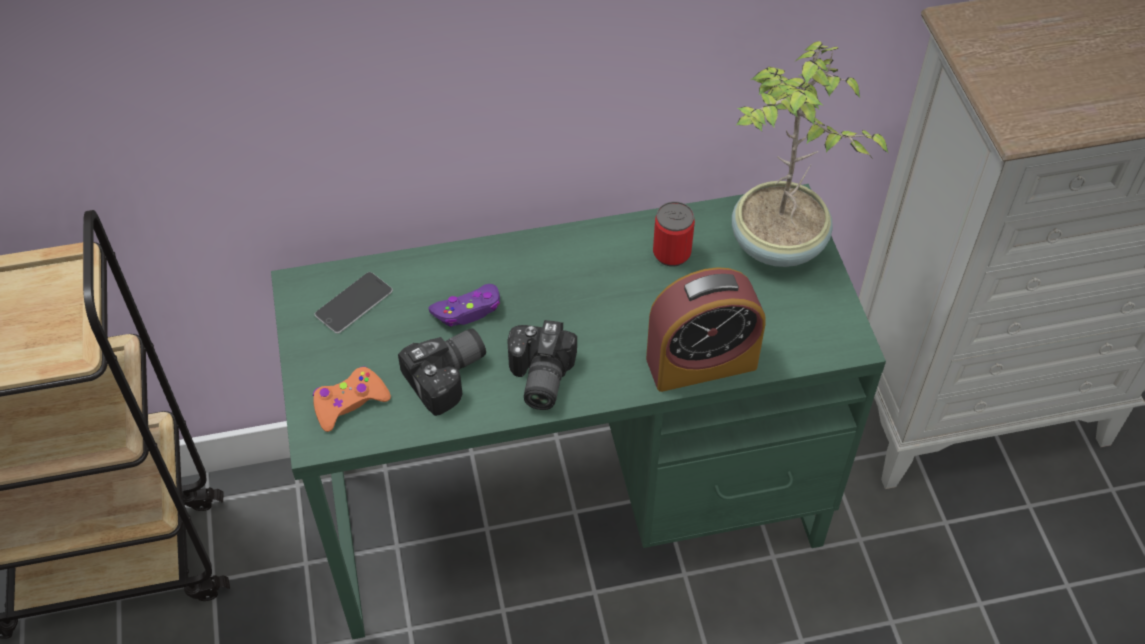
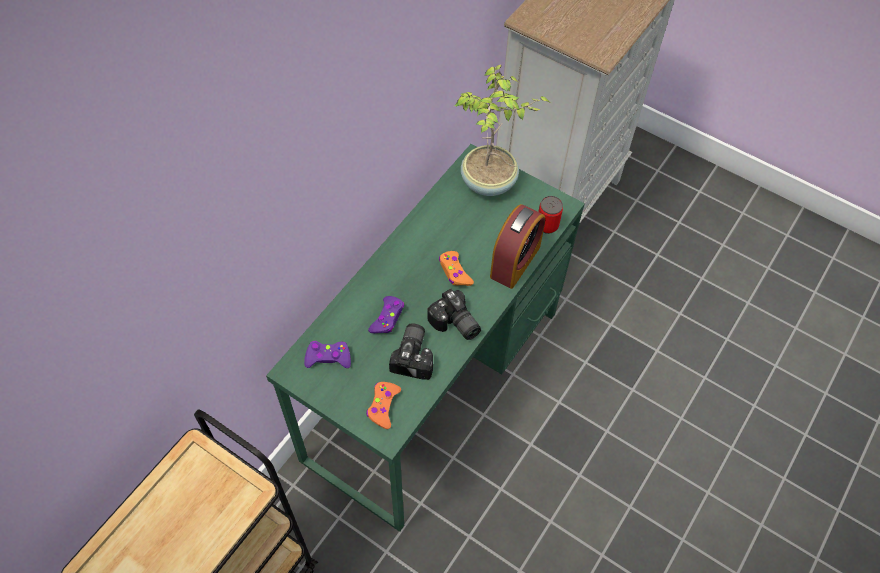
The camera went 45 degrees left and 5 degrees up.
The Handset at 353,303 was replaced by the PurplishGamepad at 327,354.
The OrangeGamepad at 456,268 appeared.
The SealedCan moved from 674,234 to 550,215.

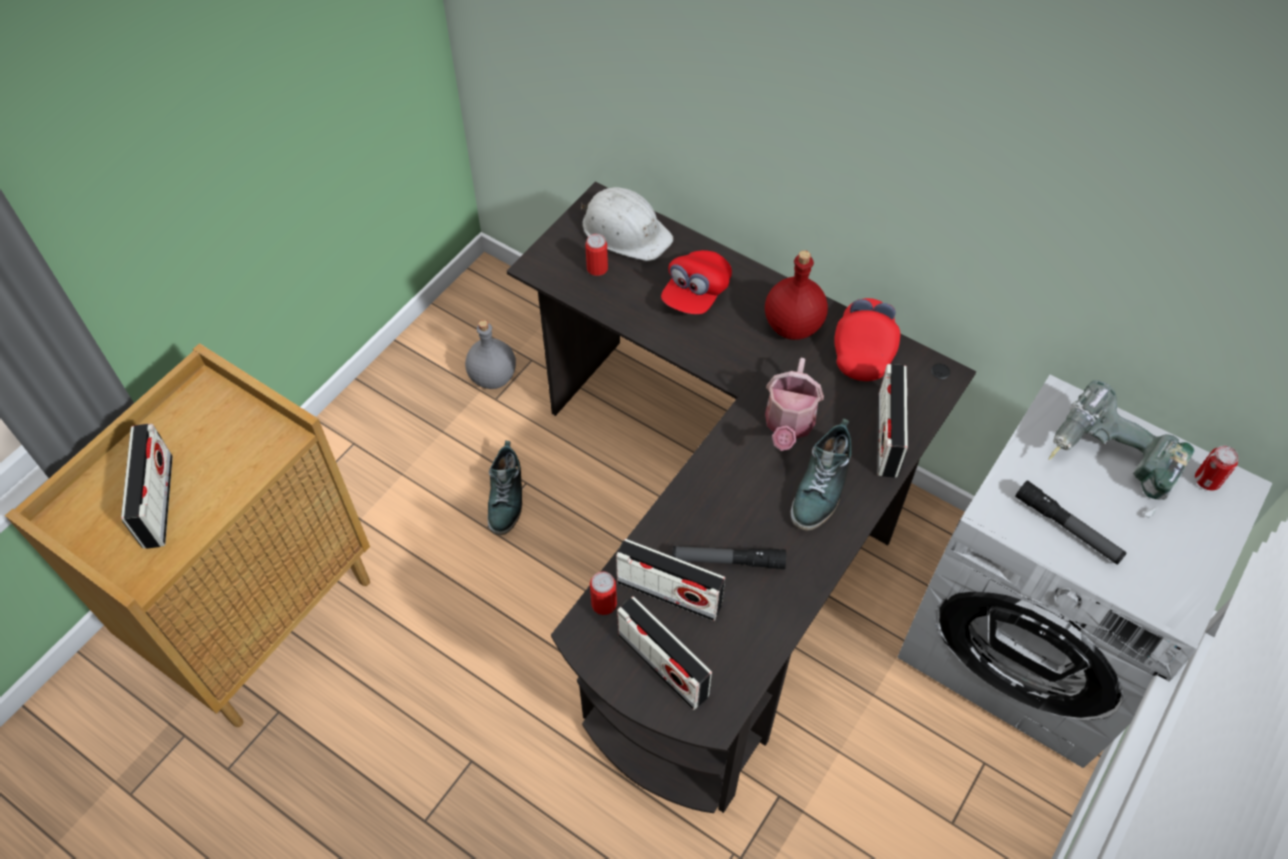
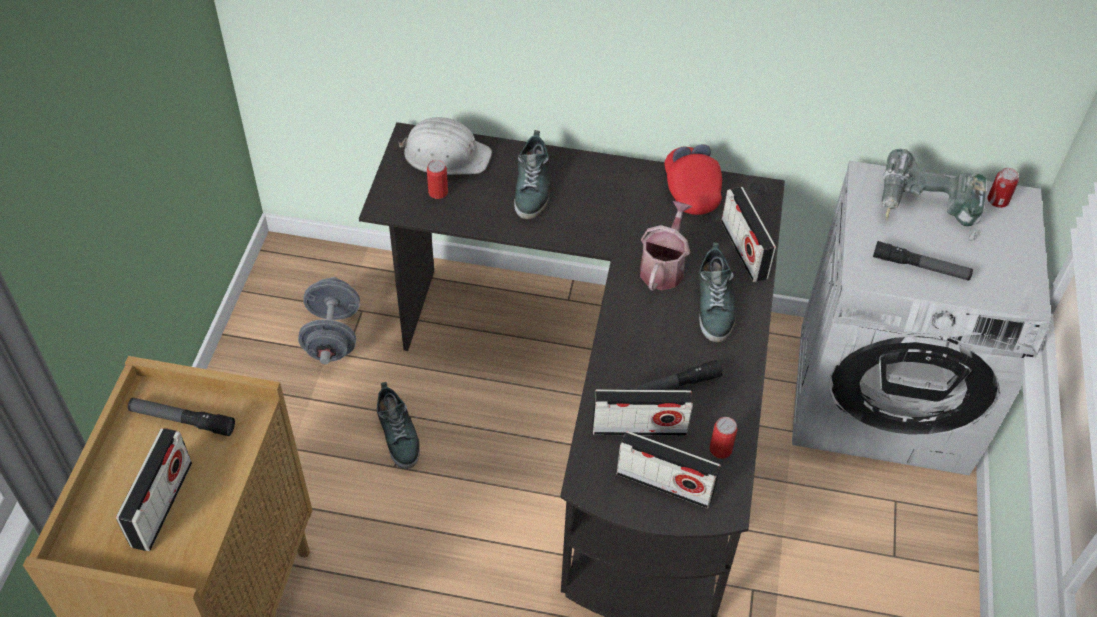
The camera went 25 degrees left and 5 degrees down.
The RadioReceiver at 147,486 turned 45 degrees clockwise.
The Torch at 181,417 appeared.
The GreyishBottle at 490,354 was replaced by the GreyishDumbbell at 329,320.
The RedColouredBaseballCap at 696,282 was replaced by the ItemOfFootwear at 532,174.
The WateringCan at 794,404 turned 150 degrees counterclockwise.
The SealedCan moved from 603,593 to 723,438.
The RedColouredBottle at 796,295 disappeared.

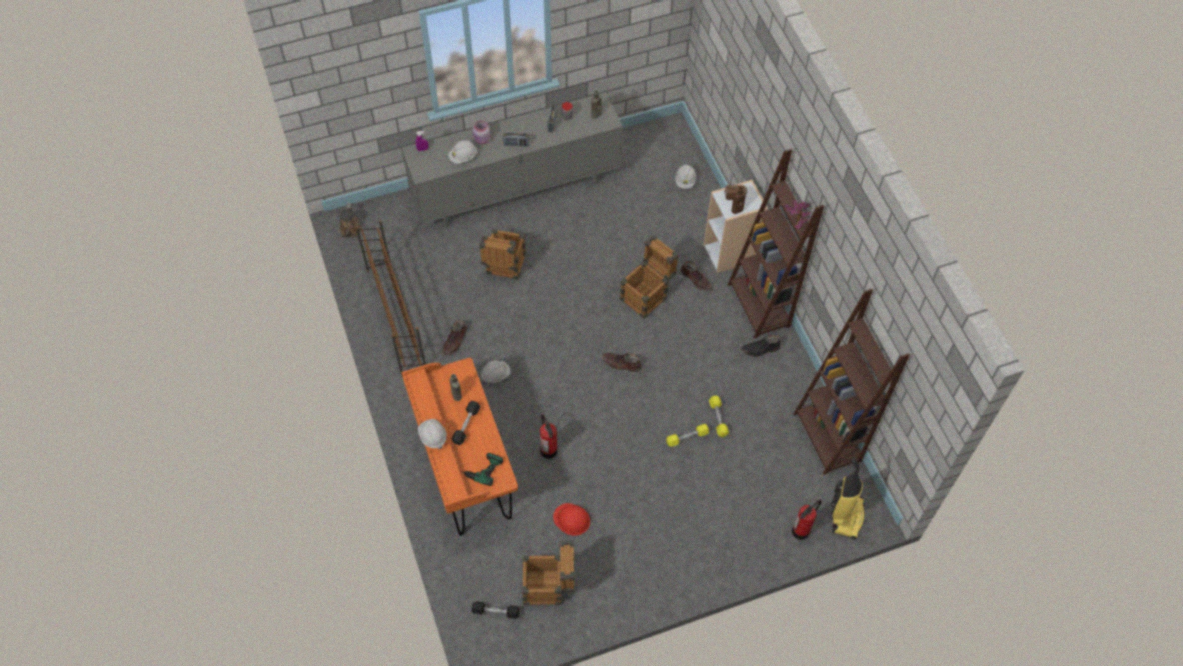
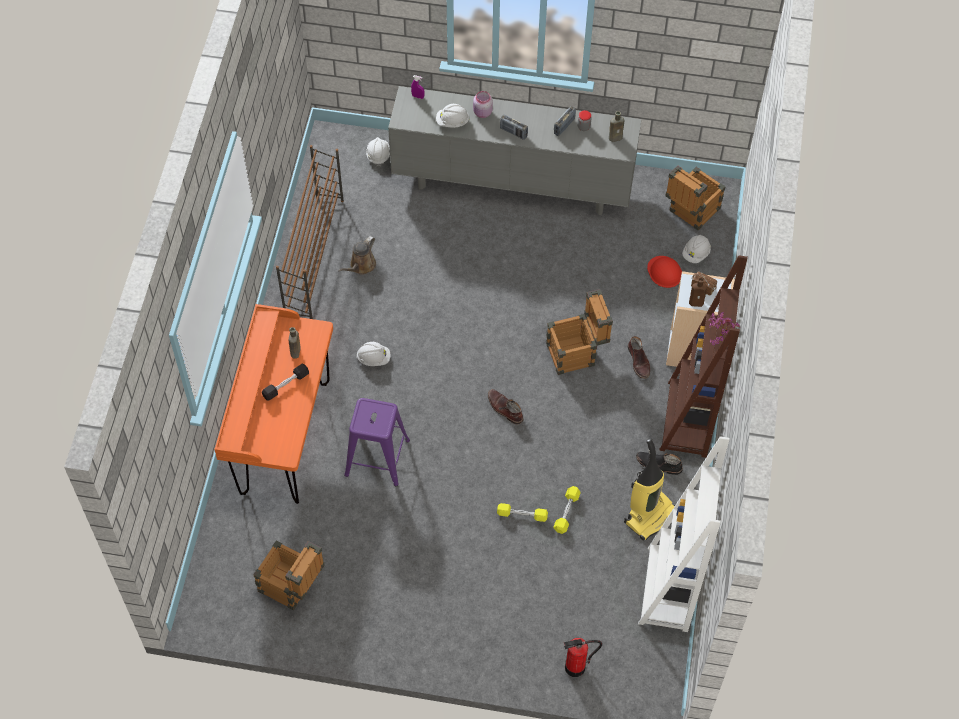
The camera went 30 degrees right and 0 degrees up.
The BrownishWateringCan moved from 351,221 to 357,255.
The FireFightingCylinder at 549,436 was replaced by the PurplishStoolSeat at 377,442.
The WhiteWorkHelmet moved from 432,434 to 378,152.
The Vacuum moved from 848,498 to 649,489.
The BrownishBookshelf at 851,382 became the WhiteBookshelf at 684,534.
The RedColouredWorkHelmet moved from 571,519 to 664,272.
The PackingCrate moved from 502,254 to 695,198.
The BrownishTallBoot at 454,337 disappeared.
The ElectricDrill at 481,469 disappeared.
The BlackDumbbell at 496,610 disappeared.

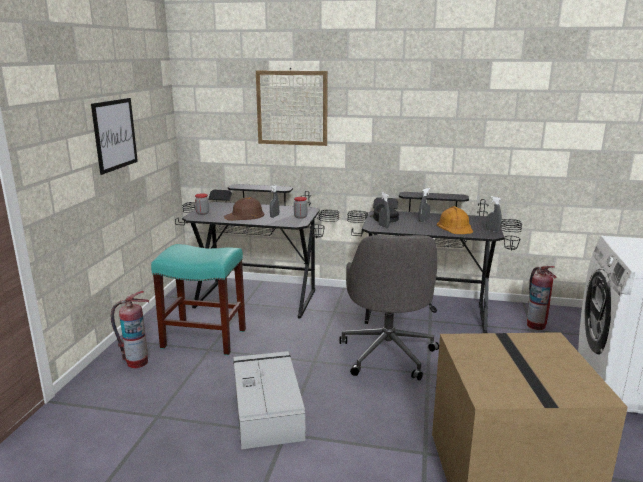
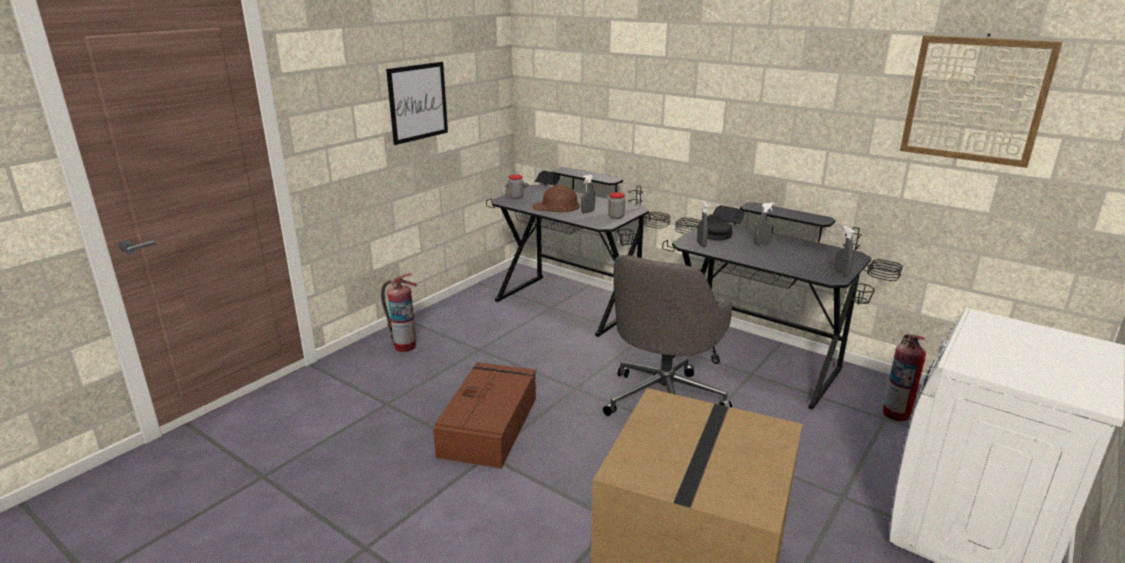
The camera went 25 degrees right and 5 degrees up.
The GreyishStorageBox at 269,400 became the BrownishStorageBox at 484,415.
The WallPicture moved from 292,107 to 981,100.
The TurquoiseStoolSeat at 198,299 disappeared.
The OrangeWorkHelmet at 455,220 disappeared.

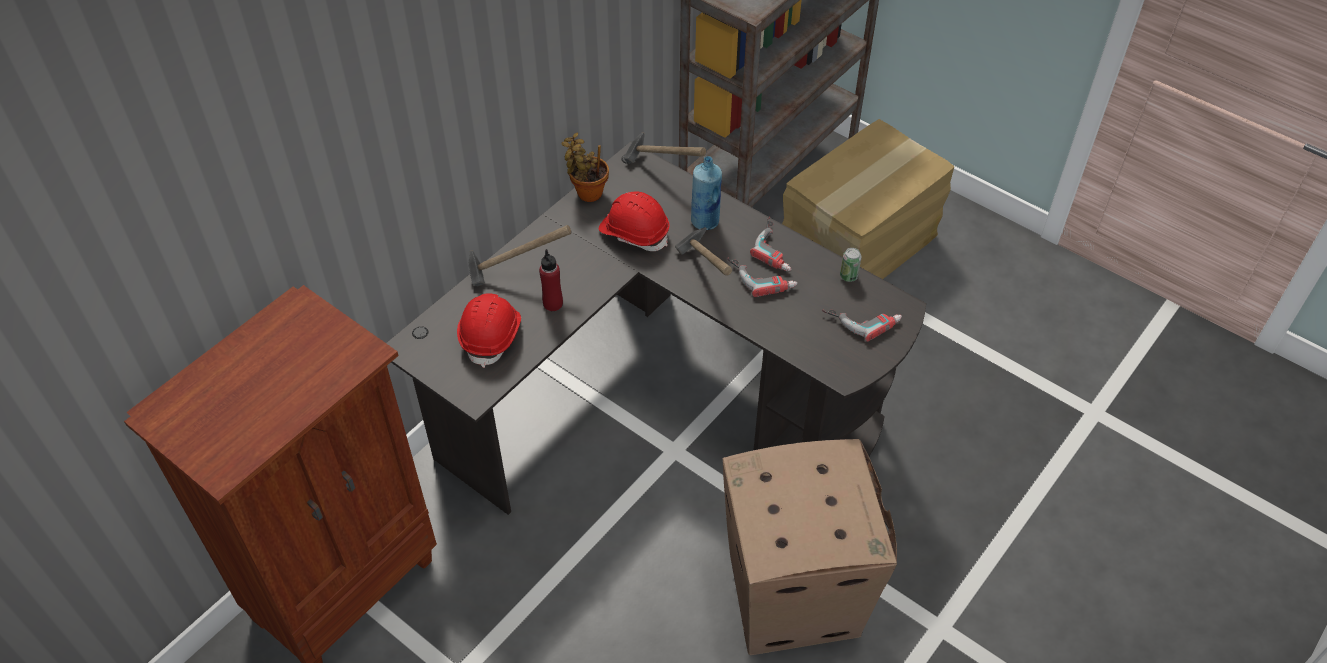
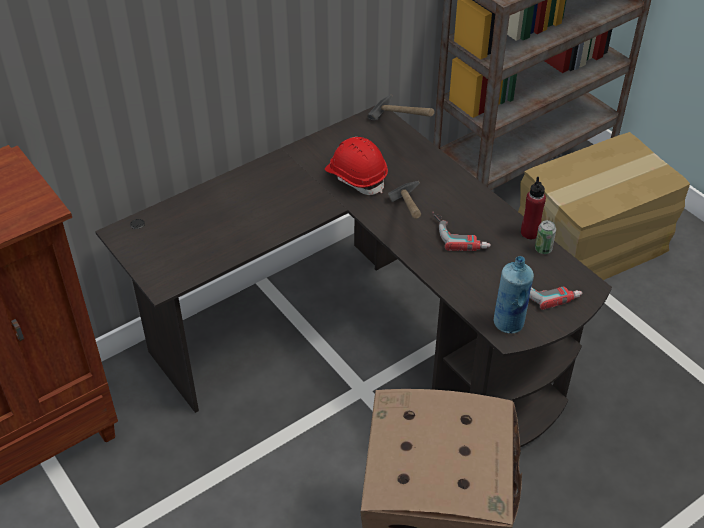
The camera went 15 degrees right and 5 degrees down.
The BlueBottle moved from 706,193 to 514,294.
The RedColouredBottle moved from 551,280 to 533,208.
The RedColouredWorkHelmet at 489,330 disappeared.
The HandHammer at 519,256 disappeared.
The Houseplant at 585,167 disappeared.
The ElectricDrill at 771,244 disappeared.

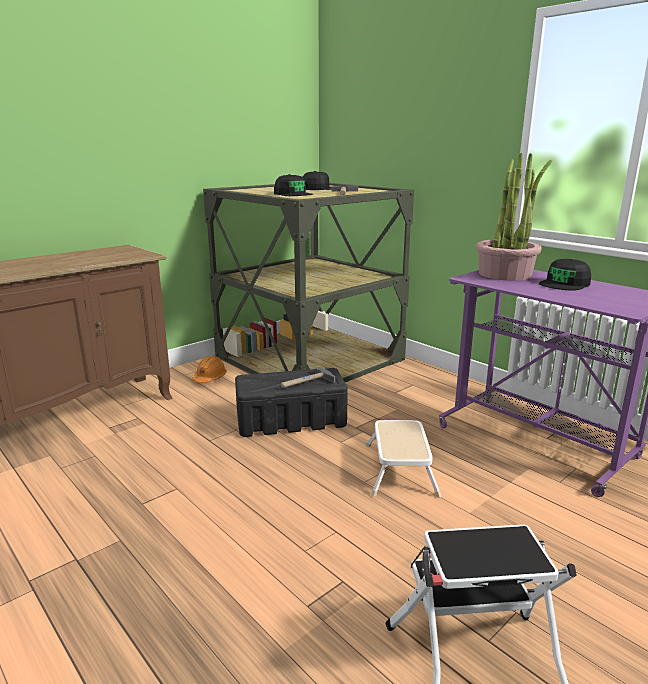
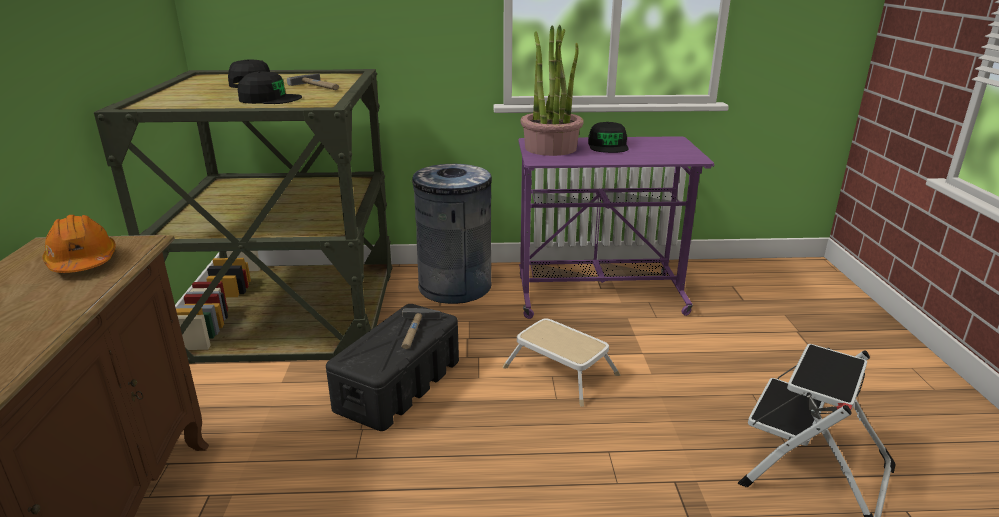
The camera went 50 degrees left and 5 degrees up.
The OrangeWorkHelmet moved from 210,369 to 79,244.
The GreyishTrashCan at 451,233 appeared.

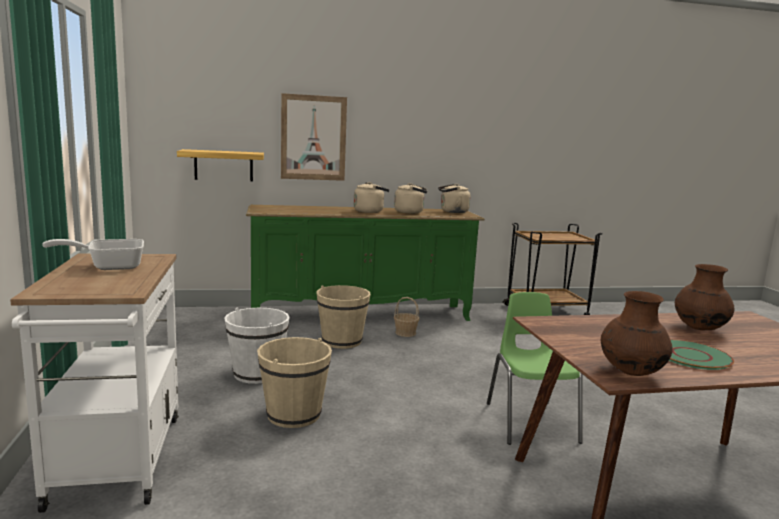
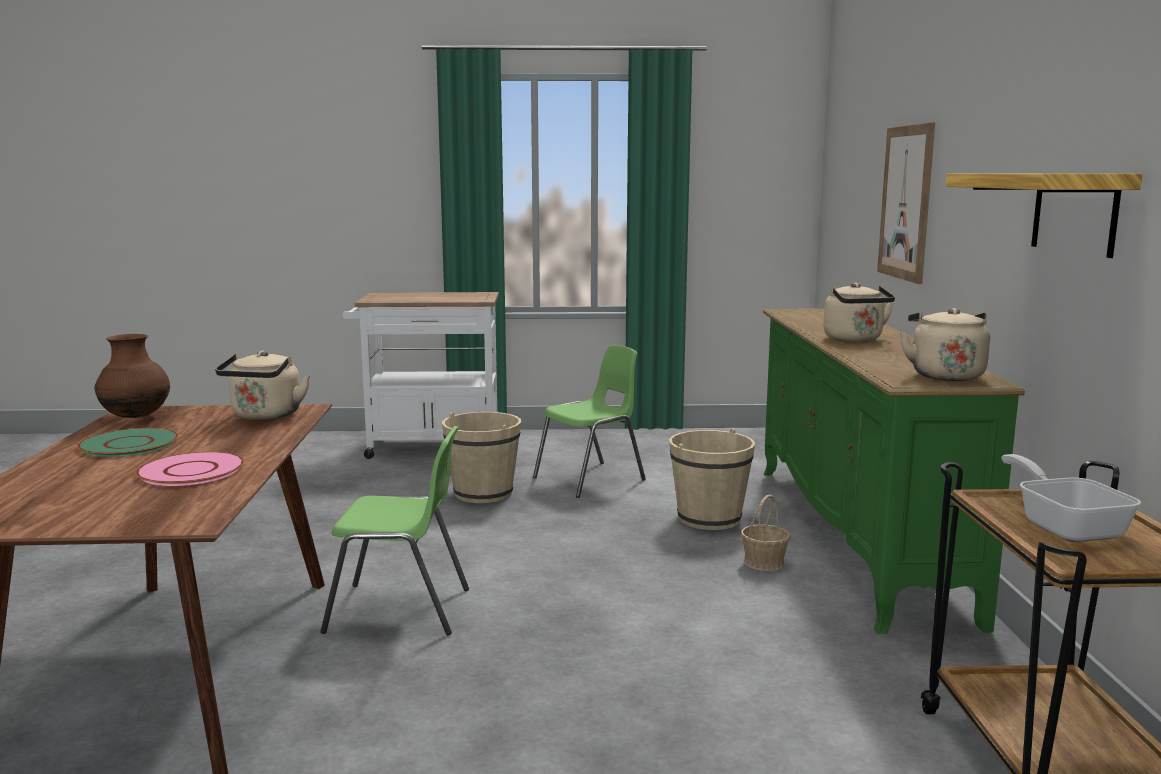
The camera went 100 degrees right and 0 degrees up.
The BrownishDecorativeVase at 705,297 was replaced by the PinkColouredDinnerPlate at 190,469.
The SandColouredWaterKettle moved from 410,198 to 262,385.
The WhiteBucket at 257,346 was replaced by the GreenChair at 589,421.
The BracketShelf moved from 220,165 to 1044,215.
The FryingPan moved from 93,254 to 1071,498.

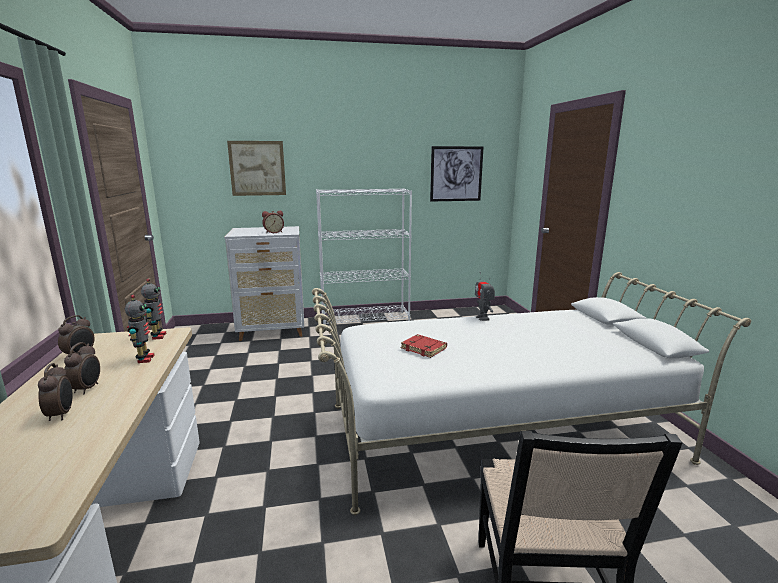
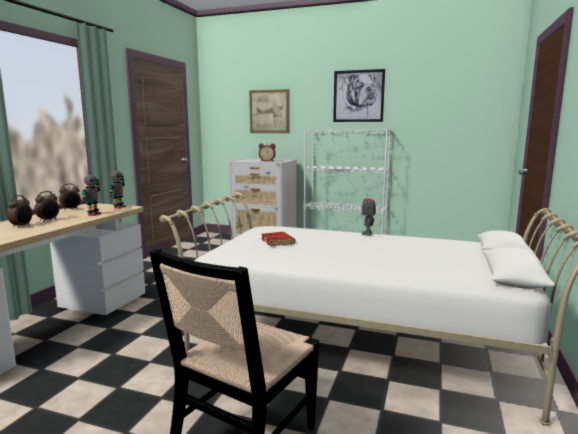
The camera went 30 degrees right and 5 degrees down.
The WallPicture moved from 457,174 to 359,95.

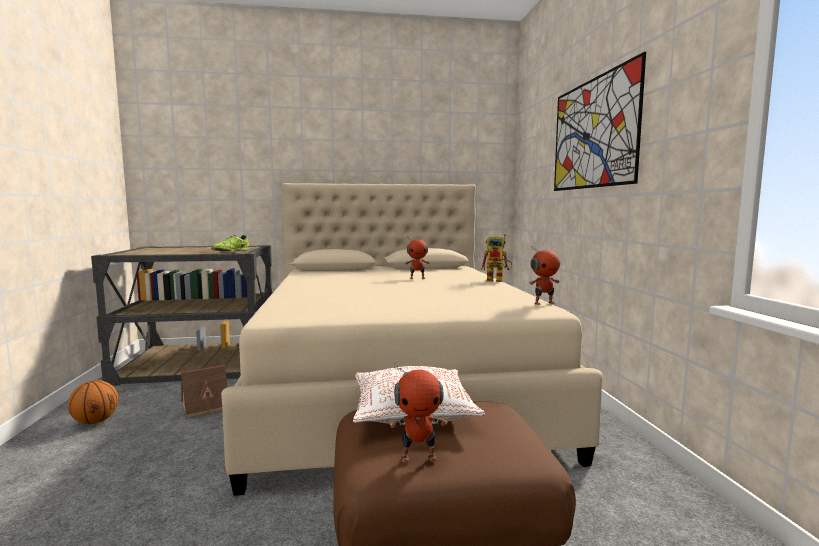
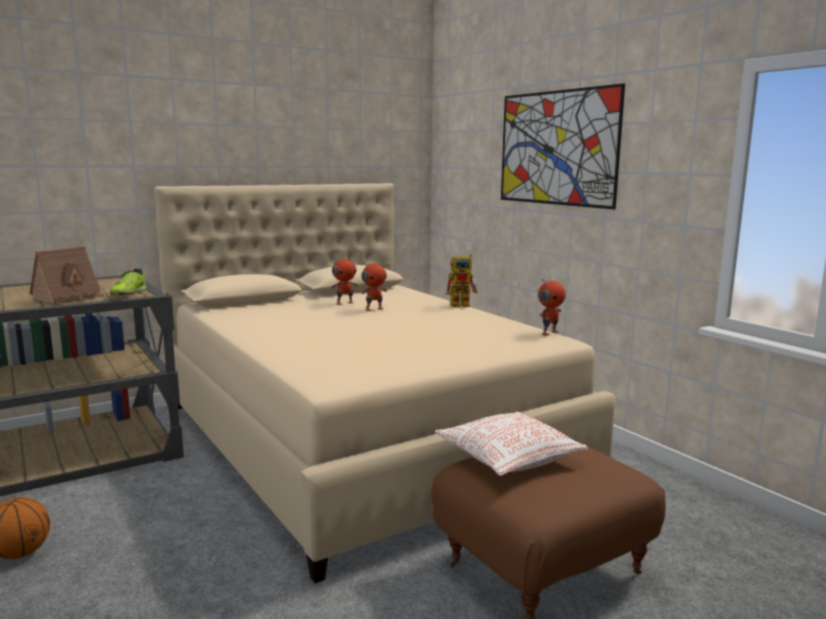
The camera went 25 degrees left and 5 degrees up.
The MiniatureHouse moved from 204,391 to 68,275.
The RobotFigure moved from 418,413 to 344,281.

